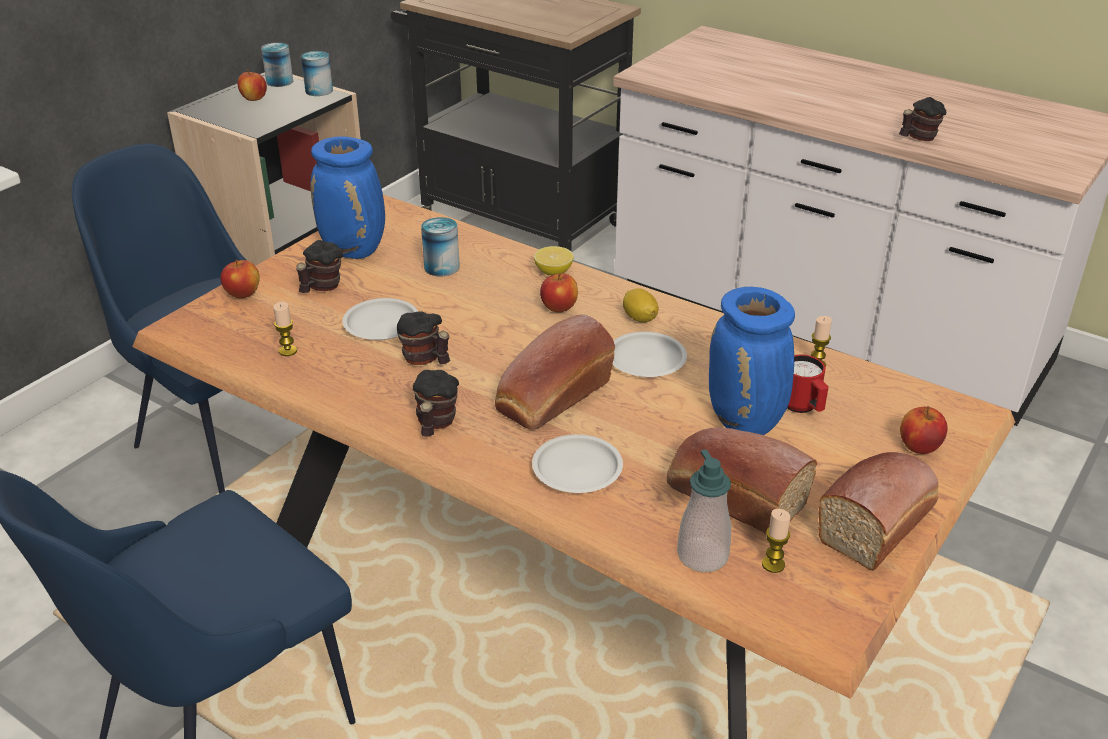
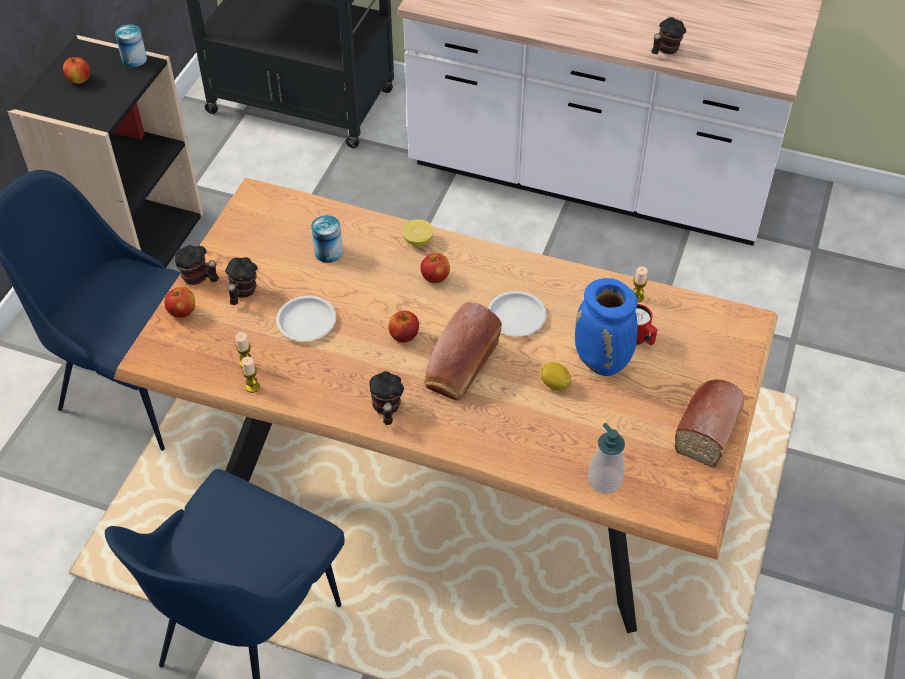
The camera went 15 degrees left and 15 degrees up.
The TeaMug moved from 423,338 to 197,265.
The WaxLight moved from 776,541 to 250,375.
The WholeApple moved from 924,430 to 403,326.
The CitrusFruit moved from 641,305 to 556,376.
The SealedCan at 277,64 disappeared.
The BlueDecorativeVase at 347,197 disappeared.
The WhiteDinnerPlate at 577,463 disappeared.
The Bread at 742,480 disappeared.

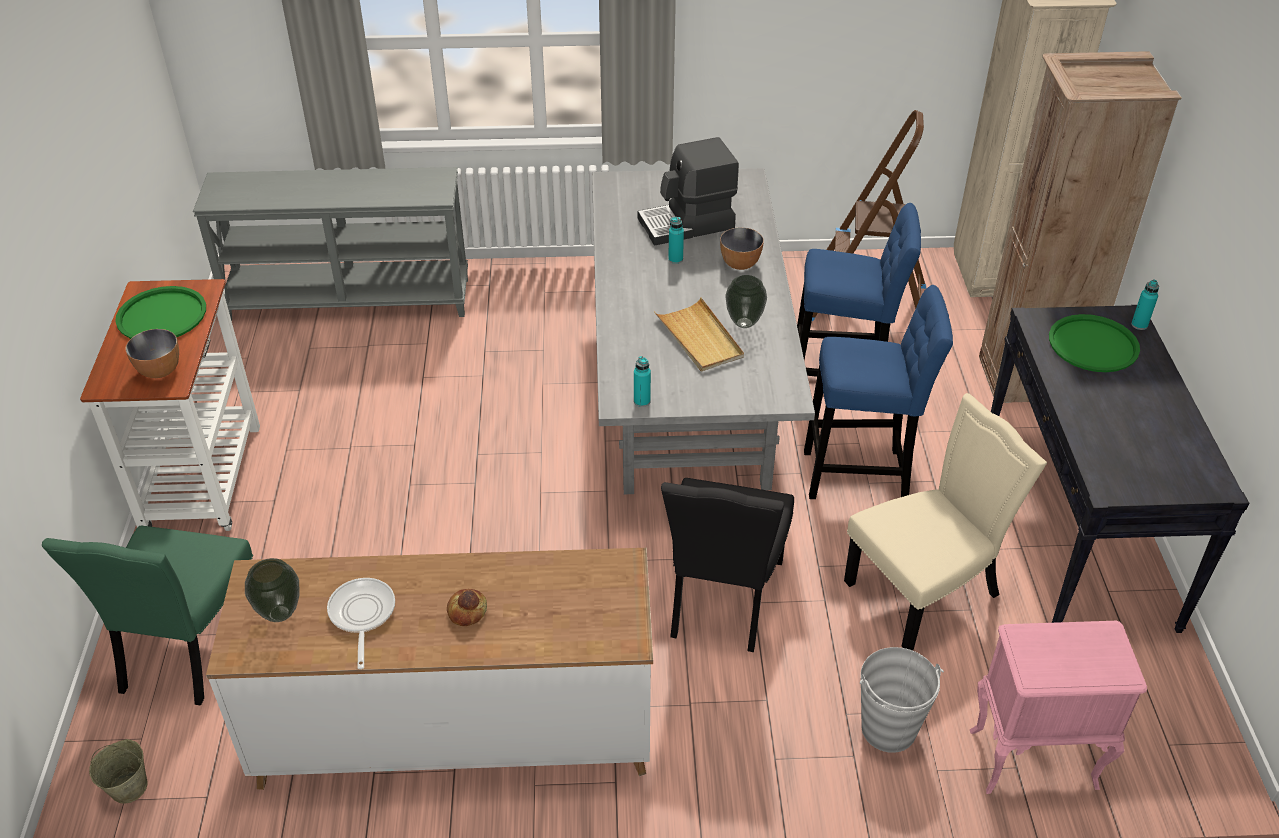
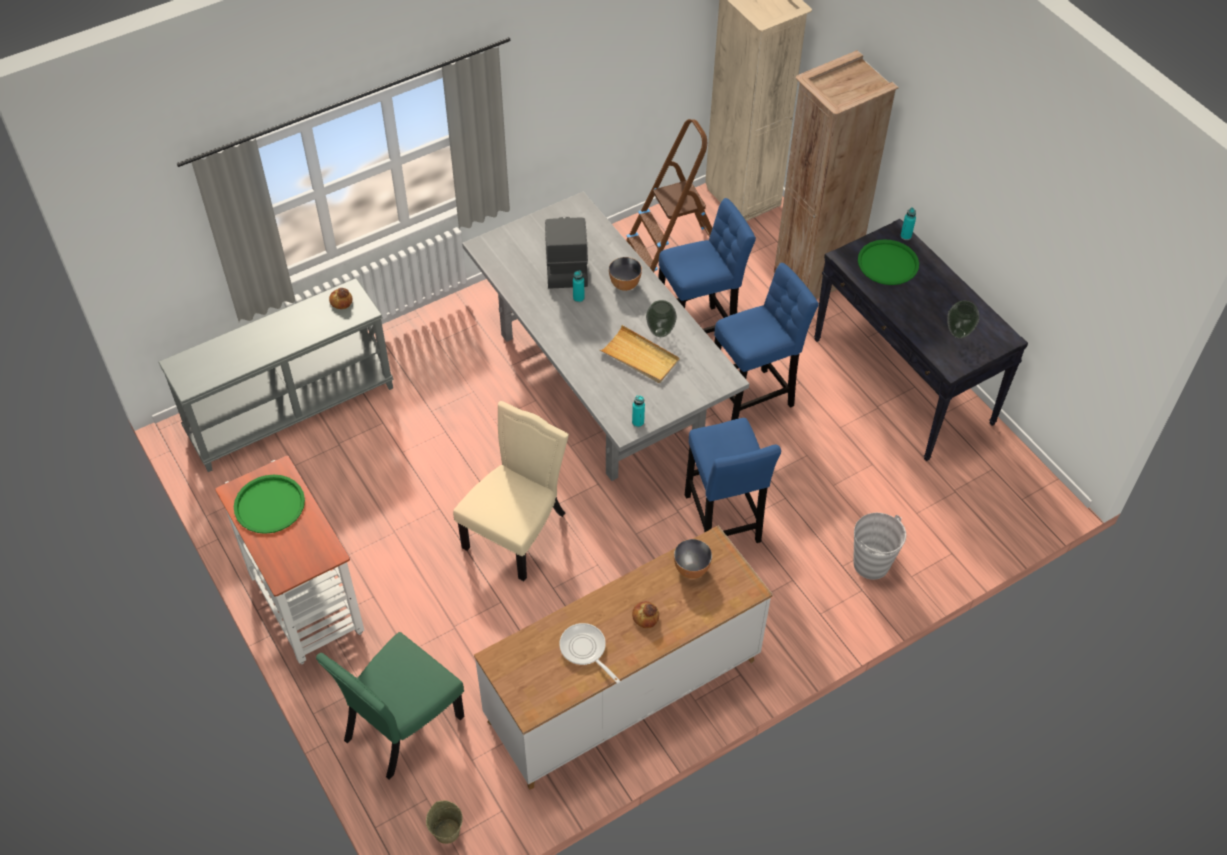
The camera went 30 degrees left and 10 degrees up.
The GreenChair at 147,615 turned 60 degrees clockwise.
The Bread at 341,298 appeared.
The SandColouredChair moved from 945,522 to 511,491.
The CoffeeMaker at 688,191 turned 135 degrees clockwise.
The Bowl moved from 152,353 to 693,559.
The BlackChair at 727,565 was replaced by the BlueStoolSeat at 733,480.
The DecorativeVase moved from 272,590 to 963,319.
The PinkColouredNightstand at 1058,707 disappeared.

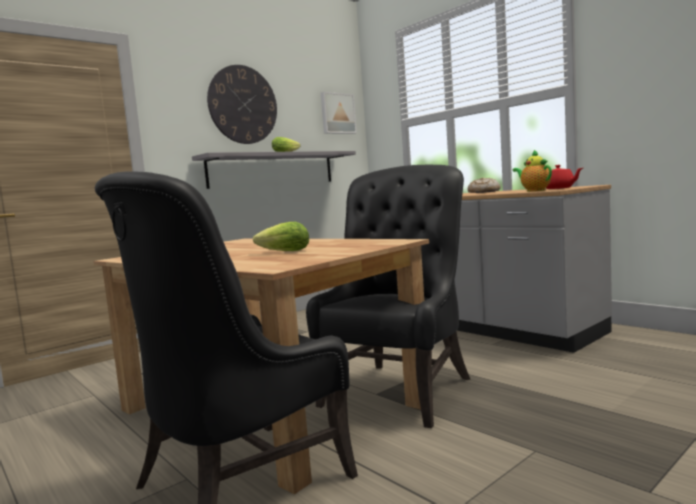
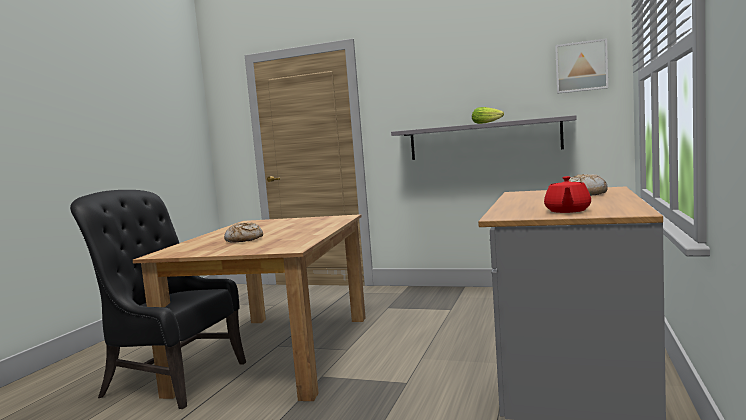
The camera went 60 degrees right and 0 degrees up.
The Lettuce at 281,236 was replaced by the Bread at 243,232.
The WallClock at 242,104 disappeared.
The BlackChair at 388,296 disappeared.
The Teapot at 532,171 disappeared.

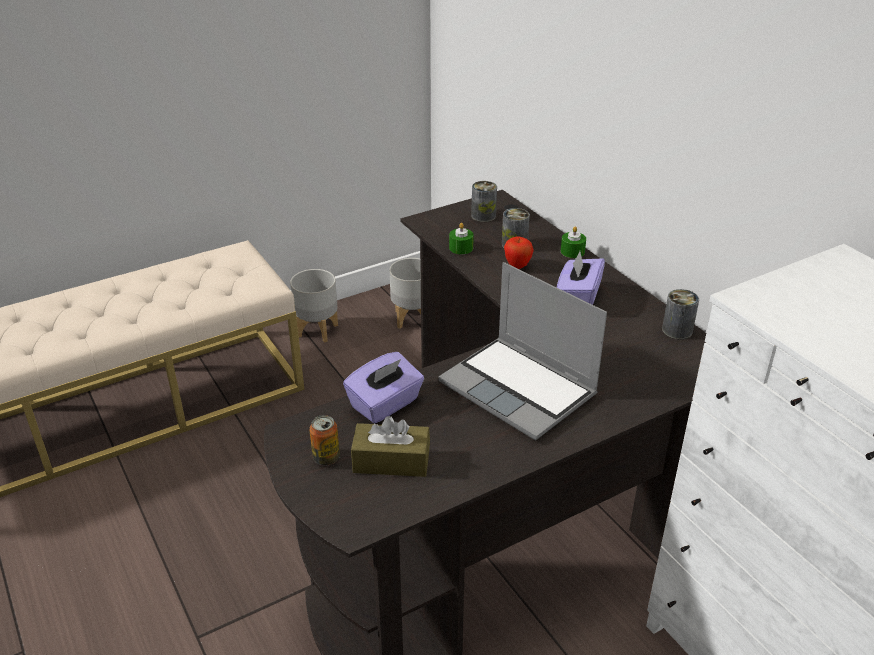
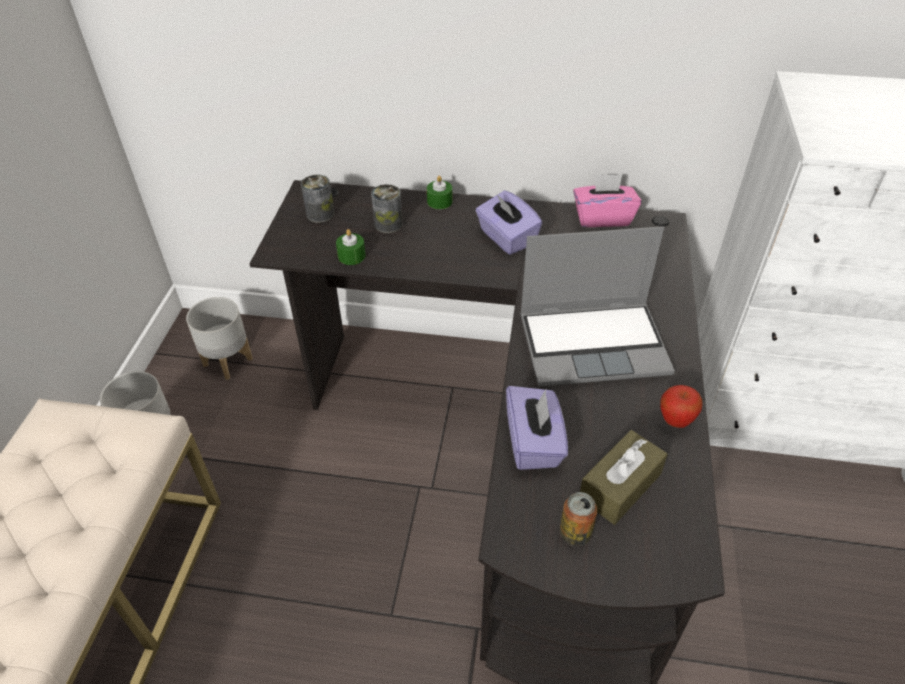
The camera went 50 degrees left and 10 degrees up.
The SealedCan at 680,314 was replaced by the PinkColouredBoxOfTissues at 607,200.
The WholeApple moved from 519,252 to 681,406.

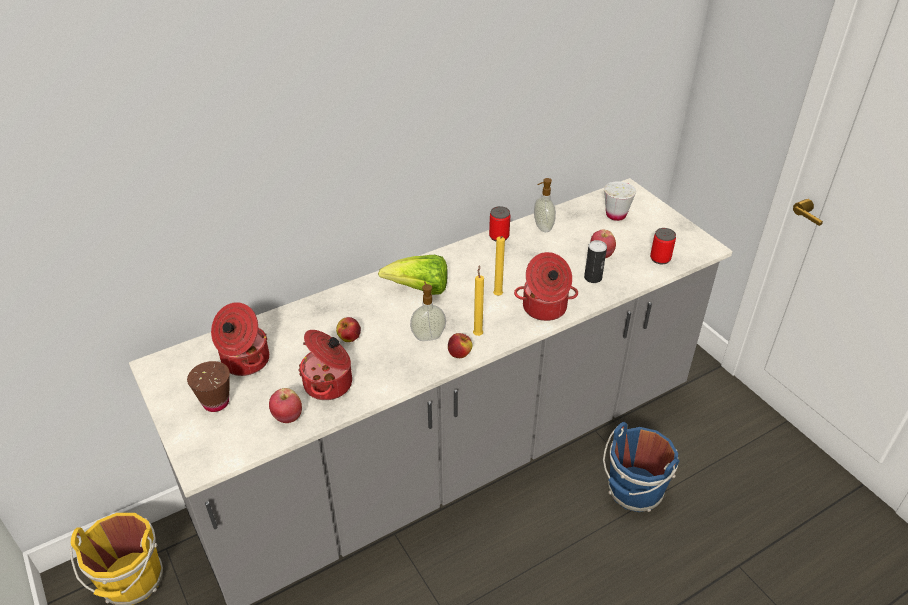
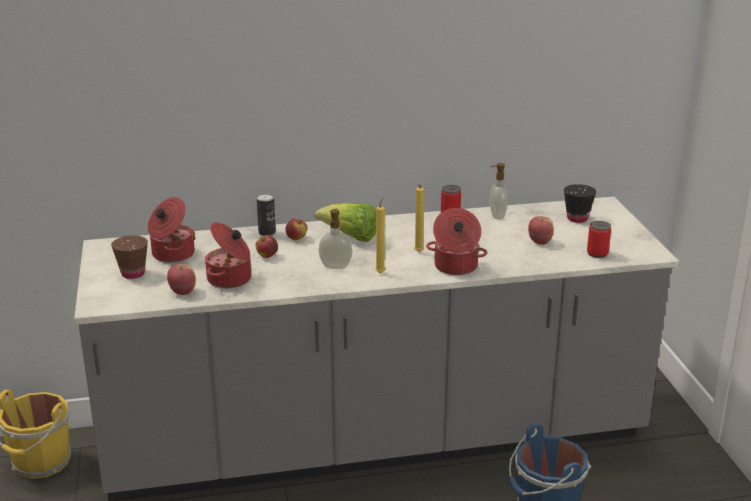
The camera went 20 degrees right and 15 degrees down.
The SealedCan moved from 595,261 to 266,214.
The WholeApple moved from 460,345 to 297,229.
The WhiteSmallCup at 620,201 became the BlackSmallCup at 580,203.

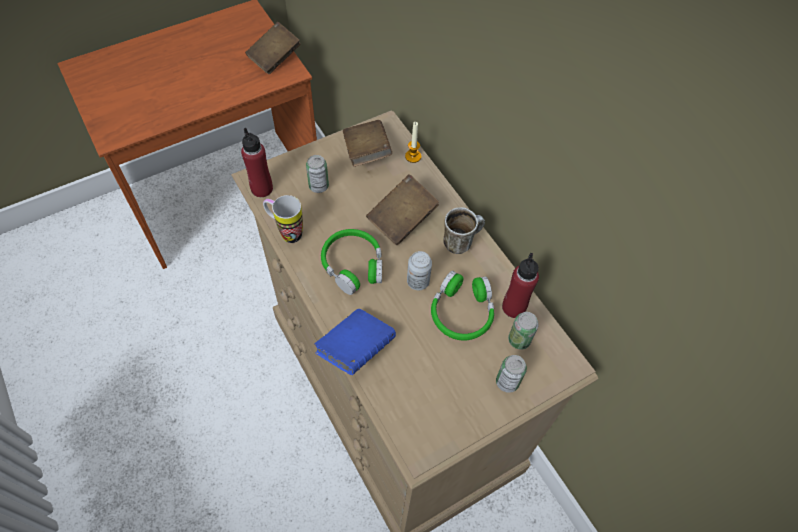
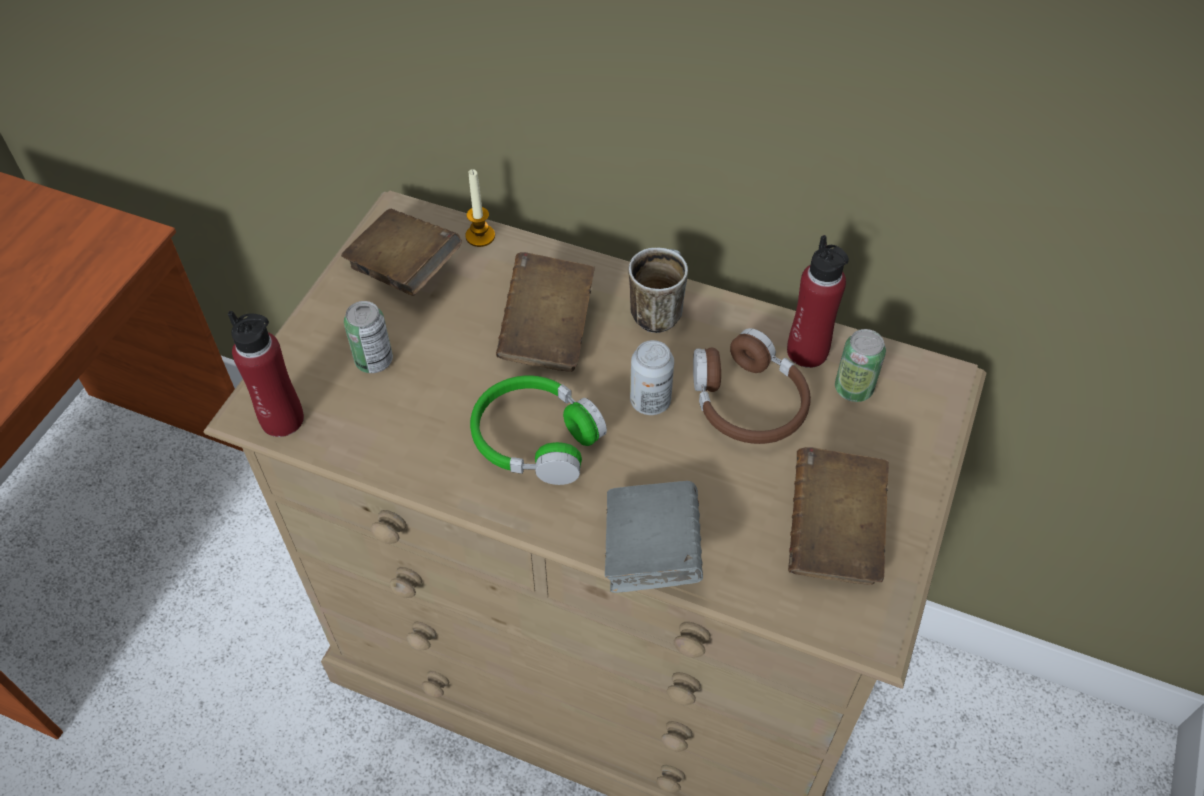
The camera went 35 degrees left and 5 degrees down.
The BlueVolume at 355,342 became the GreyishVolume at 654,537.
The GreenPairOfHeadphones at 462,306 became the BrownishPairOfHeadphones at 752,386.
The BrownishVolume moved from 273,48 to 838,516.
The TeaMug at 283,219 disappeared.
The SealedCan at 511,374 disappeared.

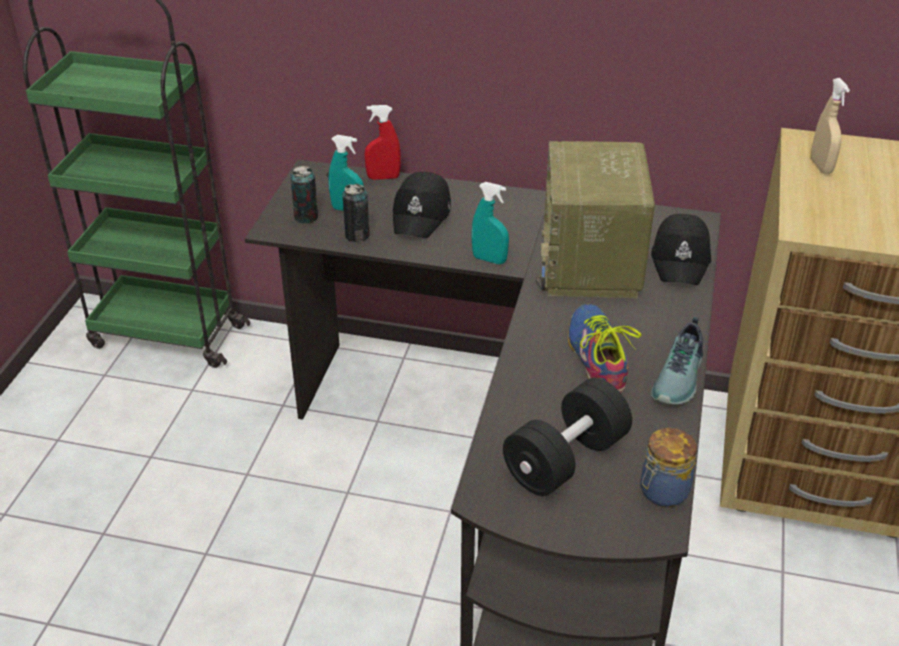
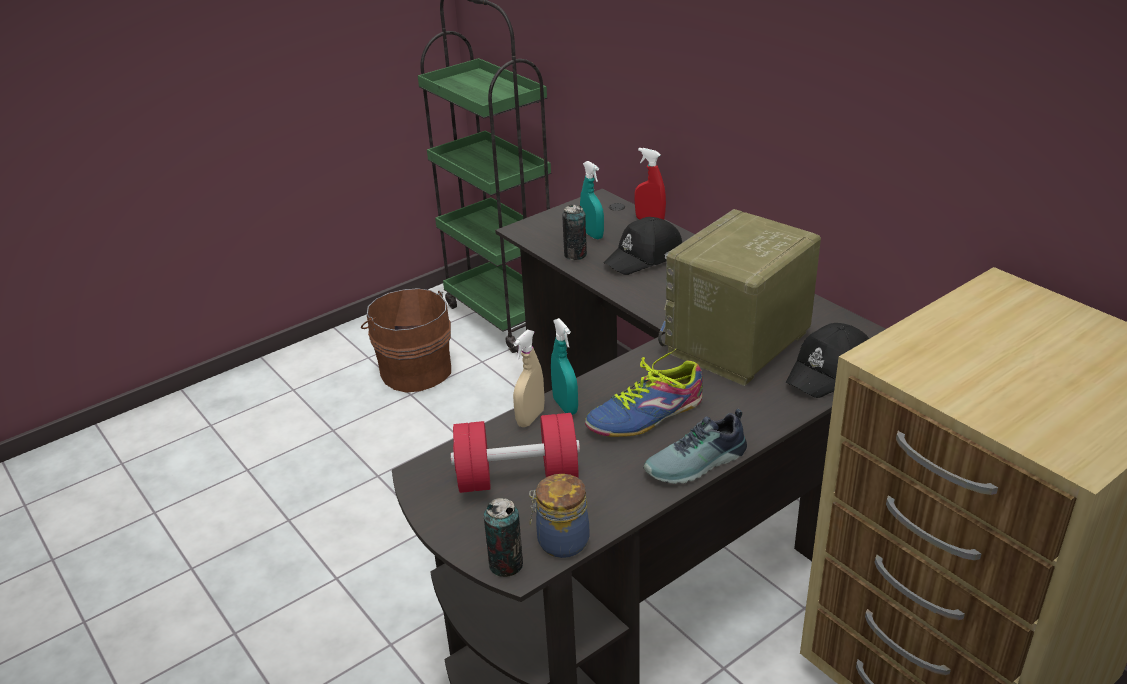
The camera went 40 degrees right and 5 degrees down.
The BrownishBucket at 406,340 appeared.
The BlackDumbbell at 567,437 became the RedColouredDumbbell at 515,453.
The SealedCan moved from 304,195 to 503,537.
The SandColouredSprayBottle moved from 830,126 to 529,378.
The TurquoiseSprayBottle moved from 490,223 to 564,366.
The ItemOfFootwear at 604,348 turned 150 degrees counterclockwise.

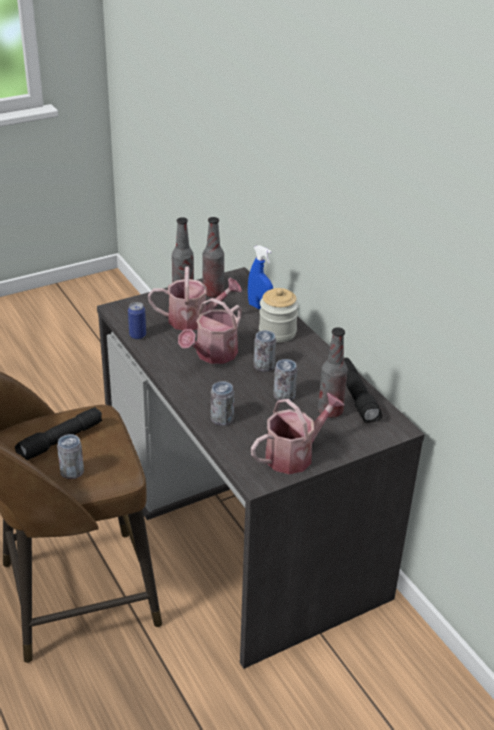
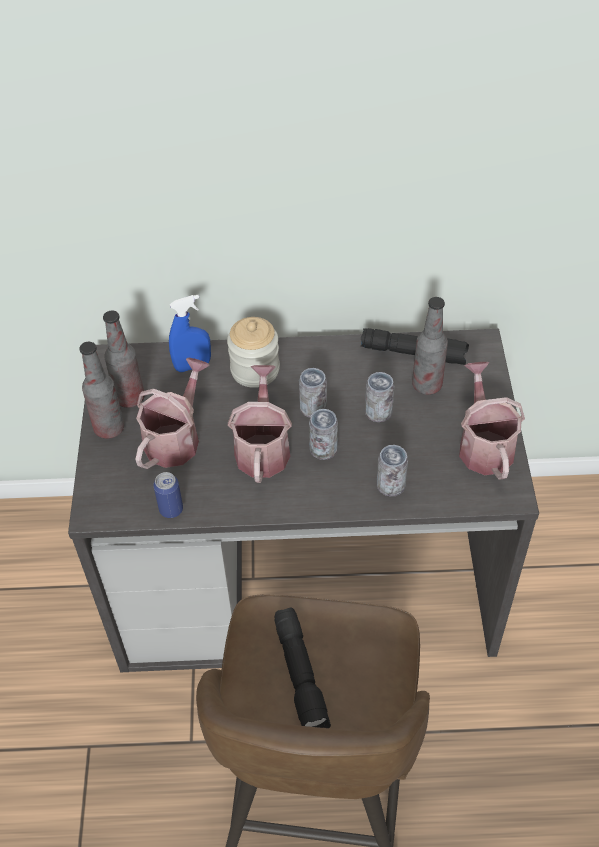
The camera went 60 degrees left and 15 degrees up.
The WateringCan at 210,331 turned 150 degrees counterclockwise.
The SealedCan moved from 70,456 to 323,434.

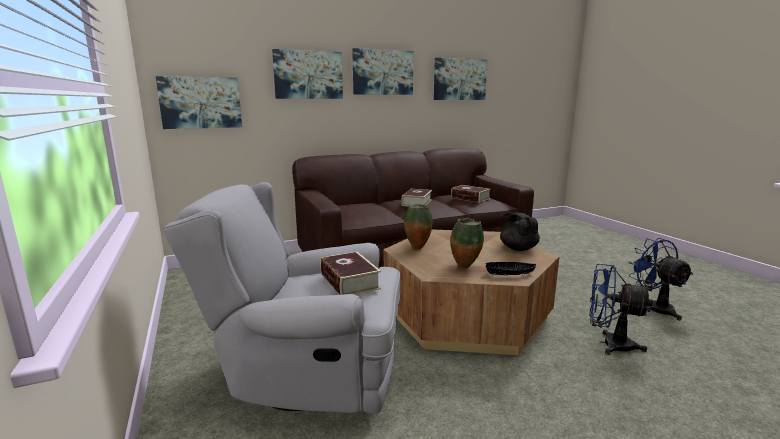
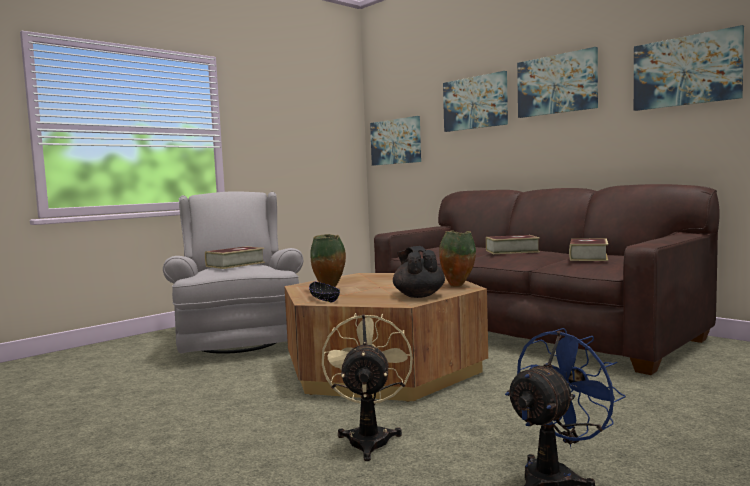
The camera went 70 degrees right and 10 degrees down.
The BlueCoolingFan at 621,309 became the SandColouredCoolingFan at 367,387.
The BlackTeapot at 520,231 turned 60 degrees counterclockwise.
The DecorativeVase moved from 418,227 to 457,258.

